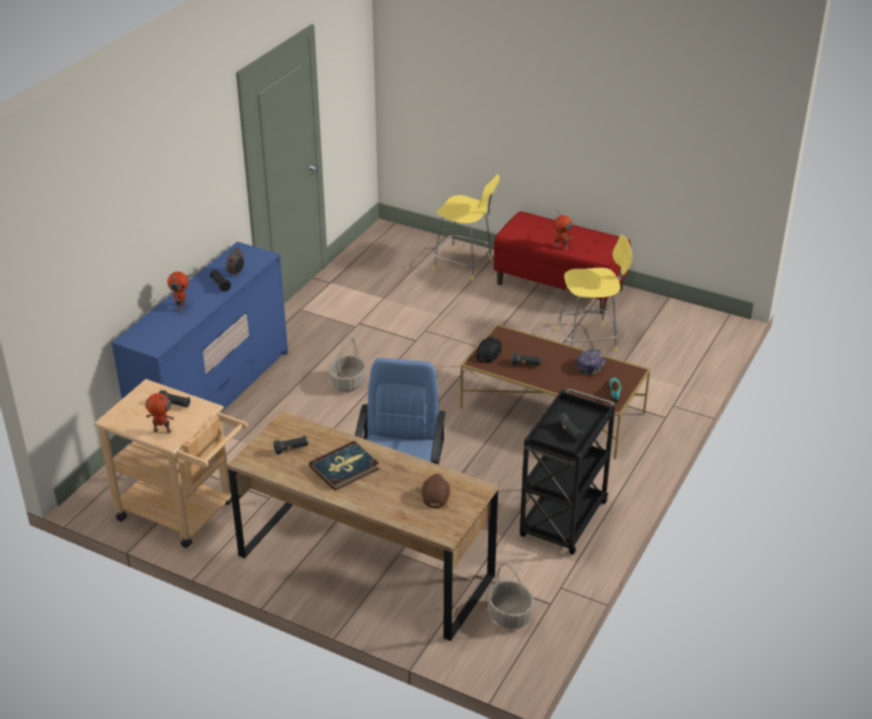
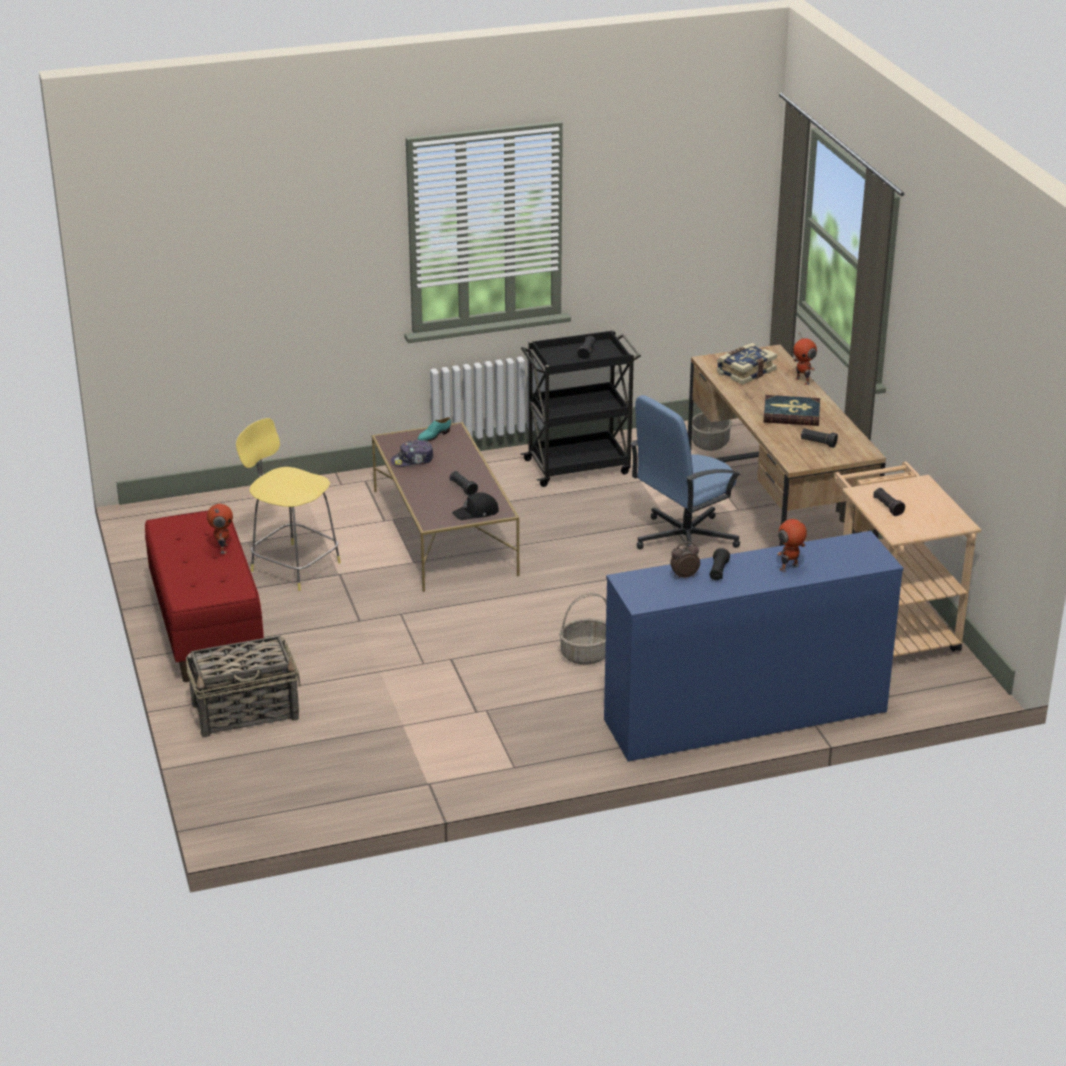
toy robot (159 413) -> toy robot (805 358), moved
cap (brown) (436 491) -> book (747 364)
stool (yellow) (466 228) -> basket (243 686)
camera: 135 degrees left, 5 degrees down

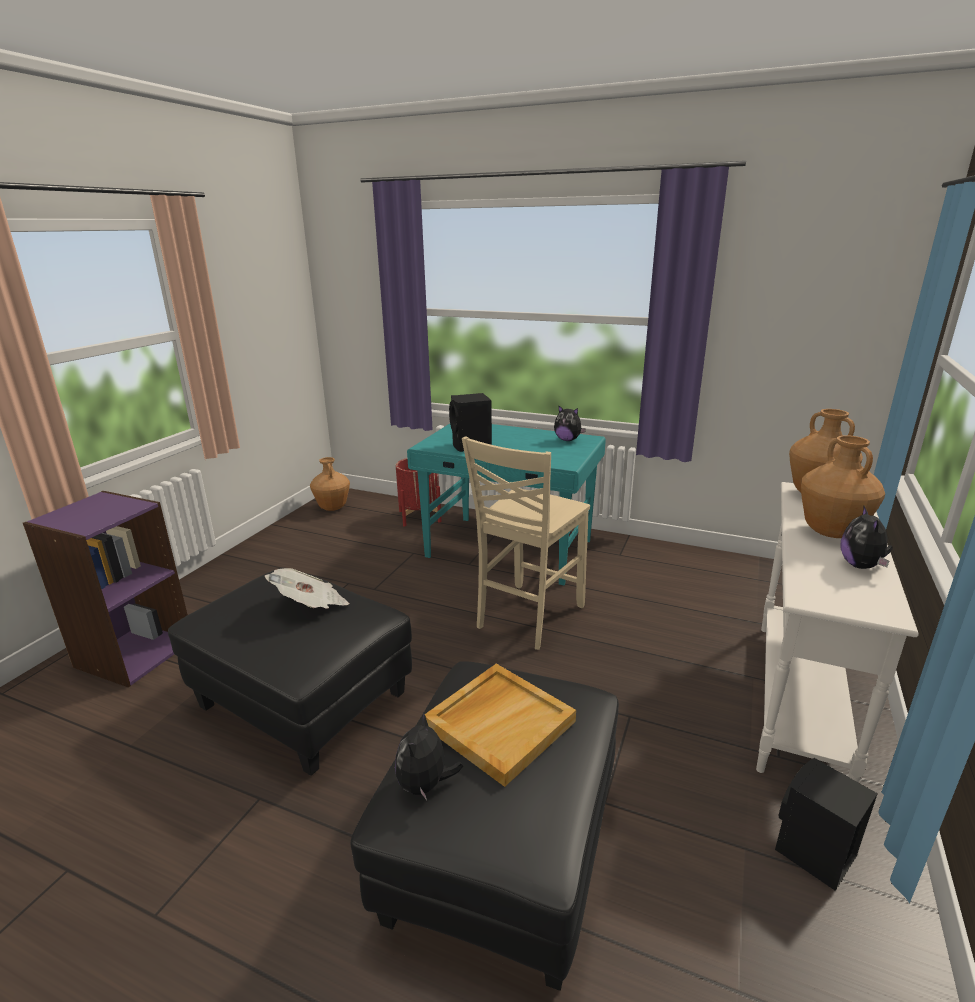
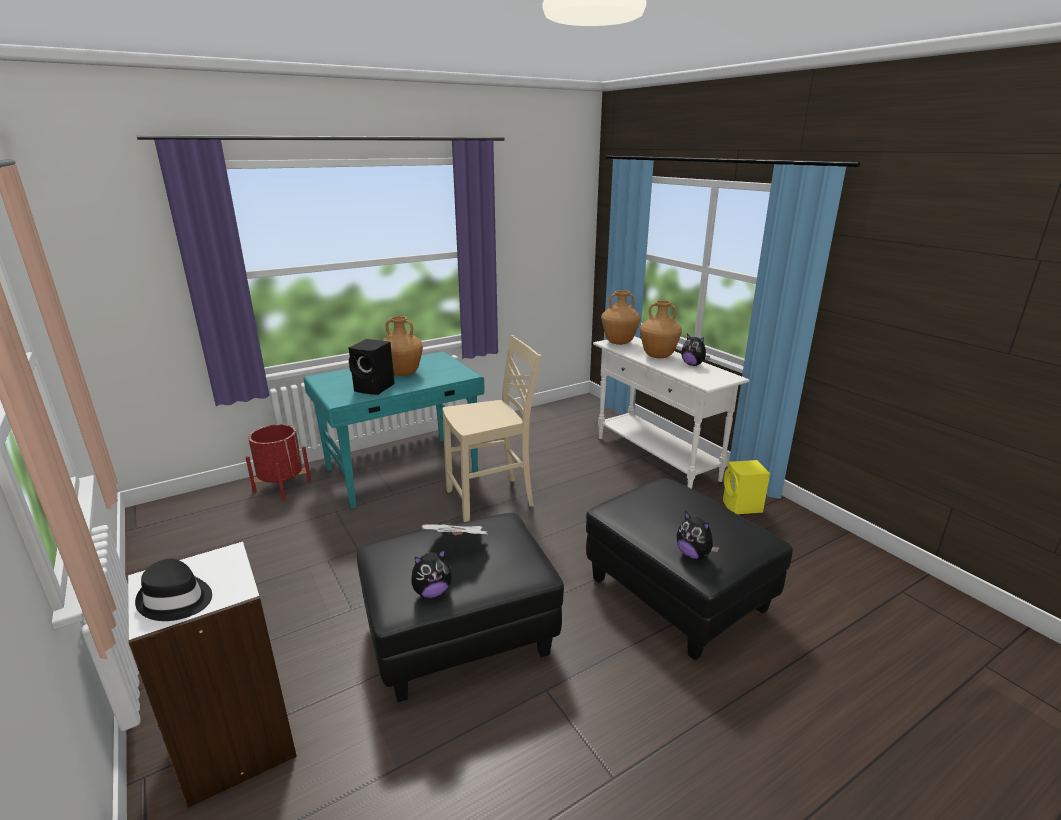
tray (beige) (500 725) -> none
none -> hat (black) (173 589)
vase (brown) (330 484) -> vase (brown) (403 346), moved
plush toy (570 423) -> plush toy (431 573), moved
bookcase (purple) (105 589) -> bookcase (white) (212 673)
speaker (black) (826 824) -> speaker (yellow) (746 487)
chair (beige) (526 543) -> chair (beige) (491 428), 90 degrees counterclockwise
camera: 55 degrees left, 0 degrees up

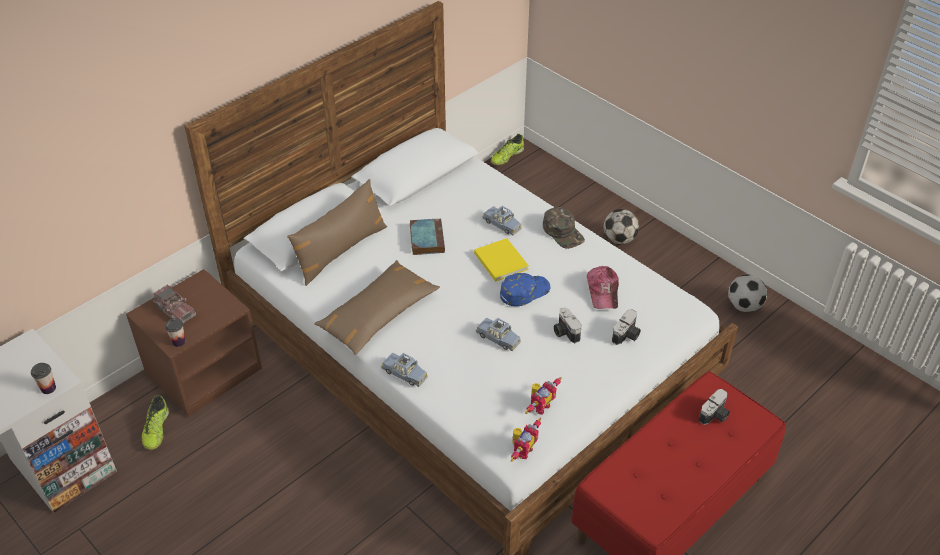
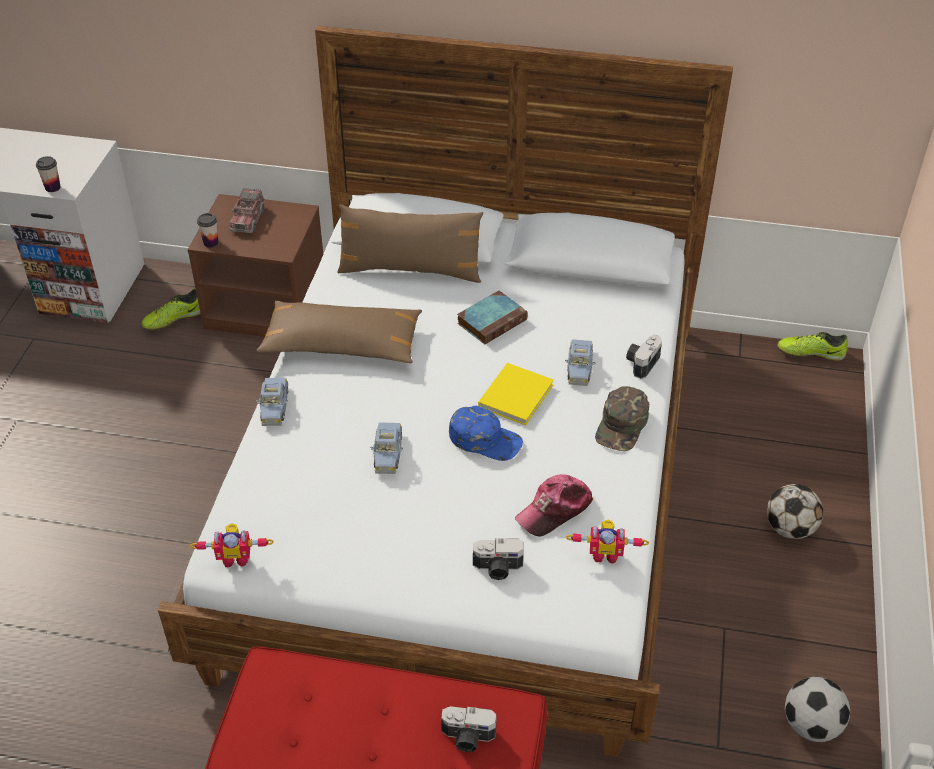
toy robot (543 395) -> toy robot (607 541), moved
photo camera (567 325) -> photo camera (644 357), moved
camera: 55 degrees right, 0 degrees up

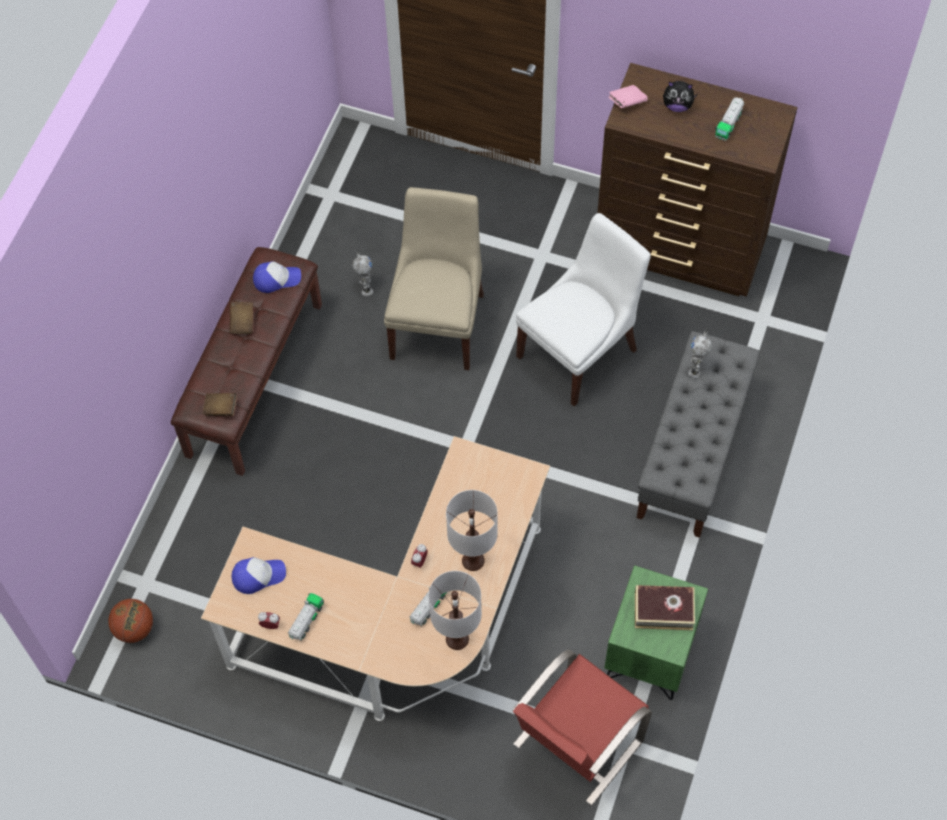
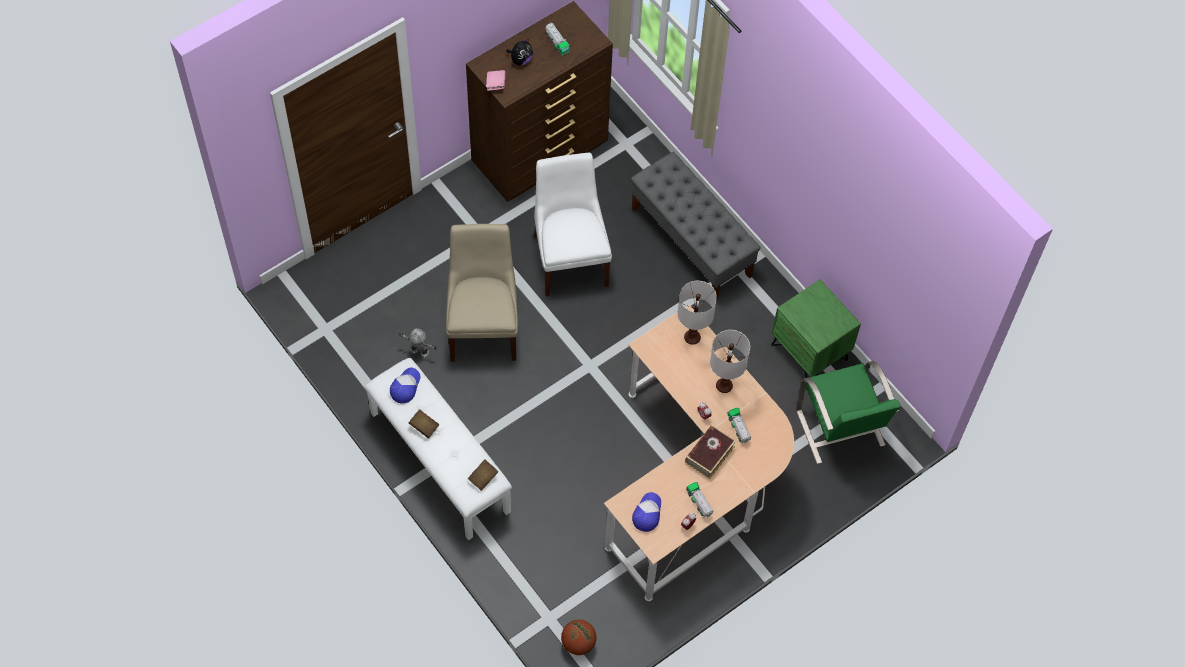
toy robot (700 352) -> none
table lamp (white) (455 610) -> table lamp (white) (697 313), moved
book (665 607) -> book (710 452), moved
bench (brown) (246 361) -> bench (white) (438 449)
chair (red) (582 727) -> chair (green) (848 412)
chair (beige) (434 278) -> chair (beige) (482 293), 45 degrees clockwise
camera: 60 degrees left, 0 degrees up

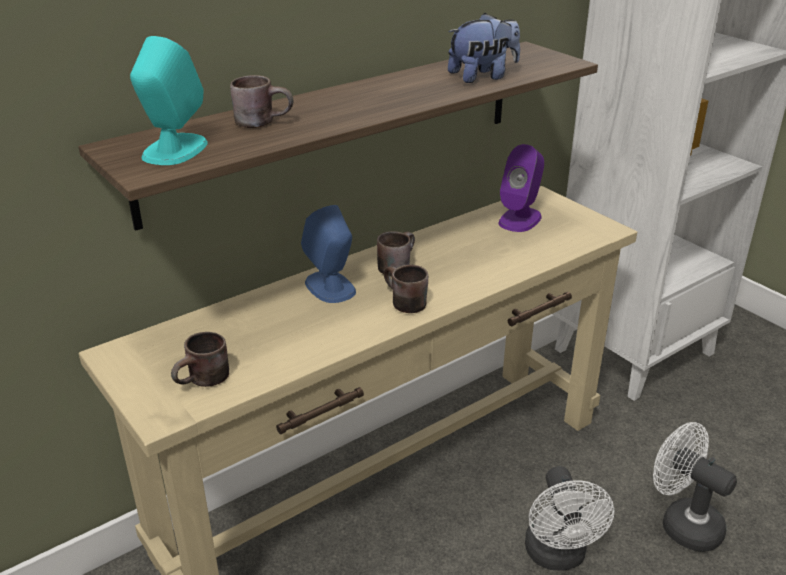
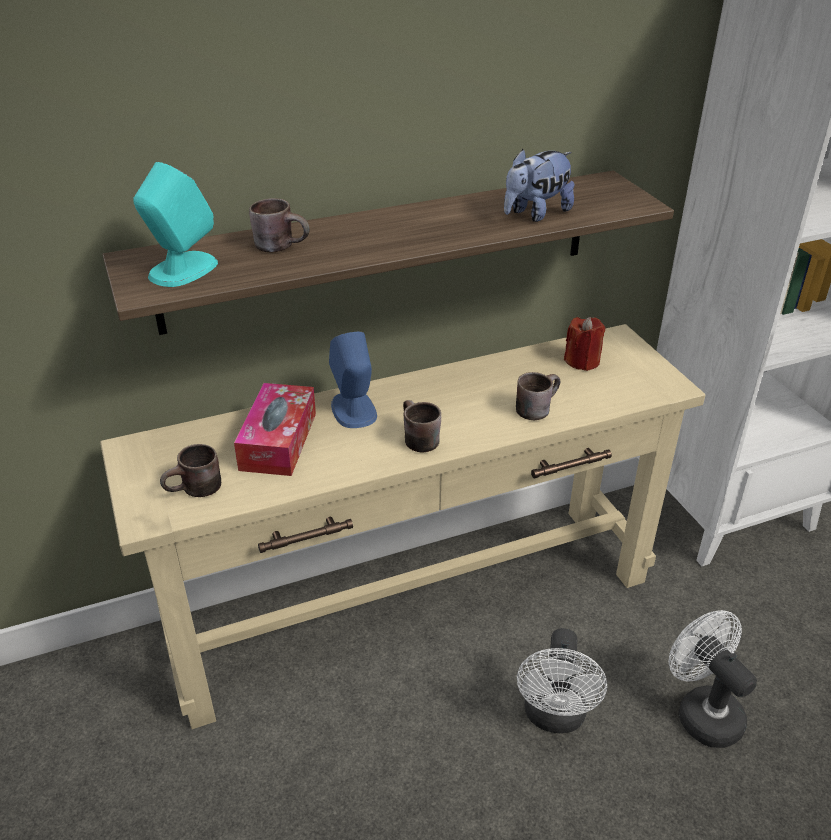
none -> tissue box (275 429)
mug (brown) (396 253) -> mug (brown) (538 396), moved
speaker (purple) (521 188) -> candle (red) (584 344)
plush toy (484 48) -> plush toy (539 185), 150 degrees clockwise
camera: 15 degrees right, 5 degrees up

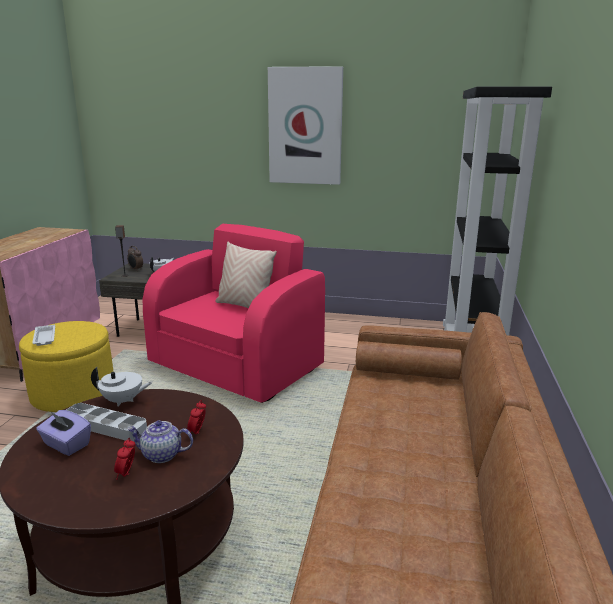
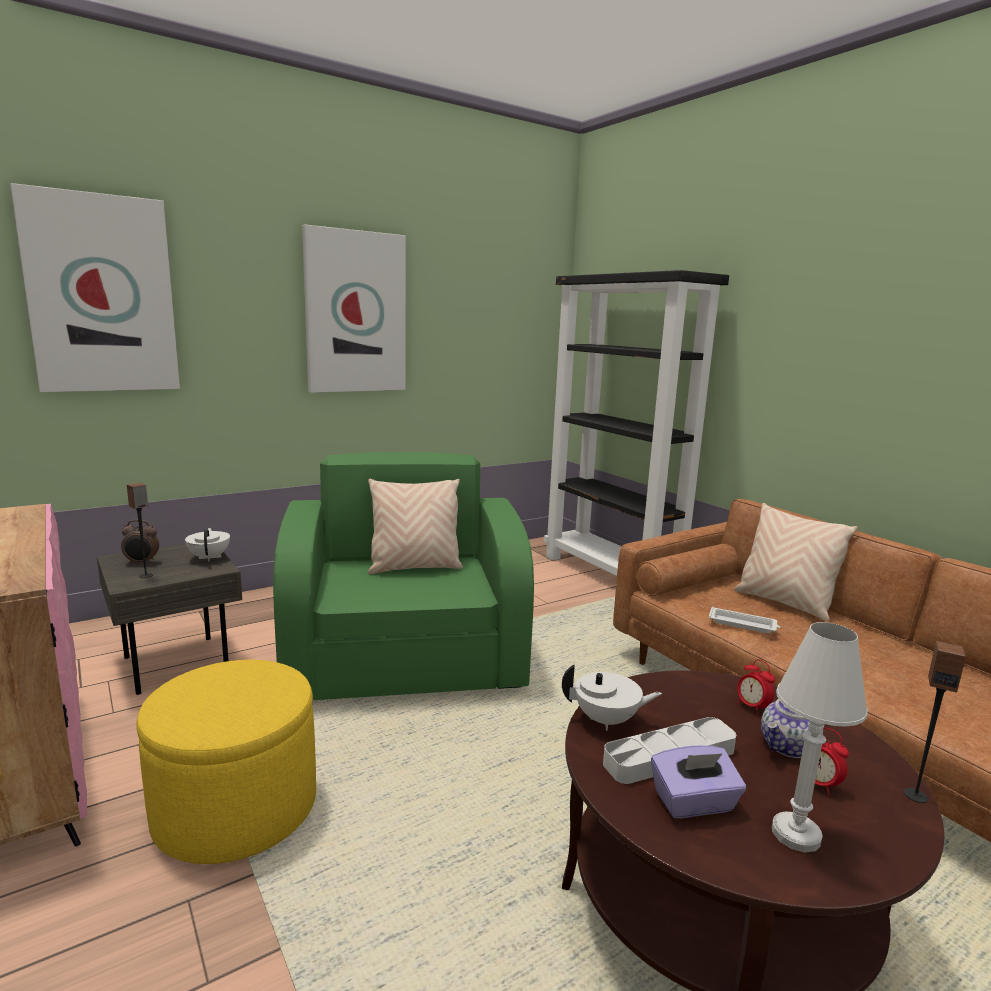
none -> picture (95 287)
none -> pillow (beige) (795 562)
none -> table lamp (white) (820 737)
none -> speaker (935 722)
tray (white) (43 335) -> tray (white) (744 620), moved
armchair (pink) (234 313) -> armchair (green) (403 576)
teapot (white) (121 387) -> teapot (white) (612 697), 45 degrees clockwise
camera: 45 degrees left, 5 degrees down

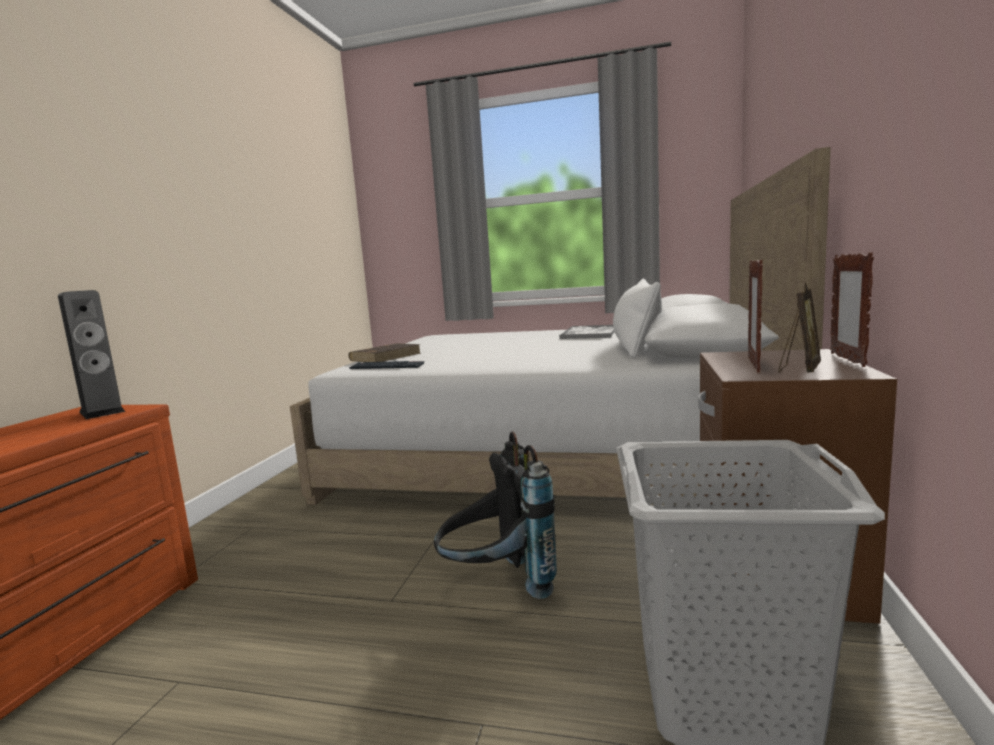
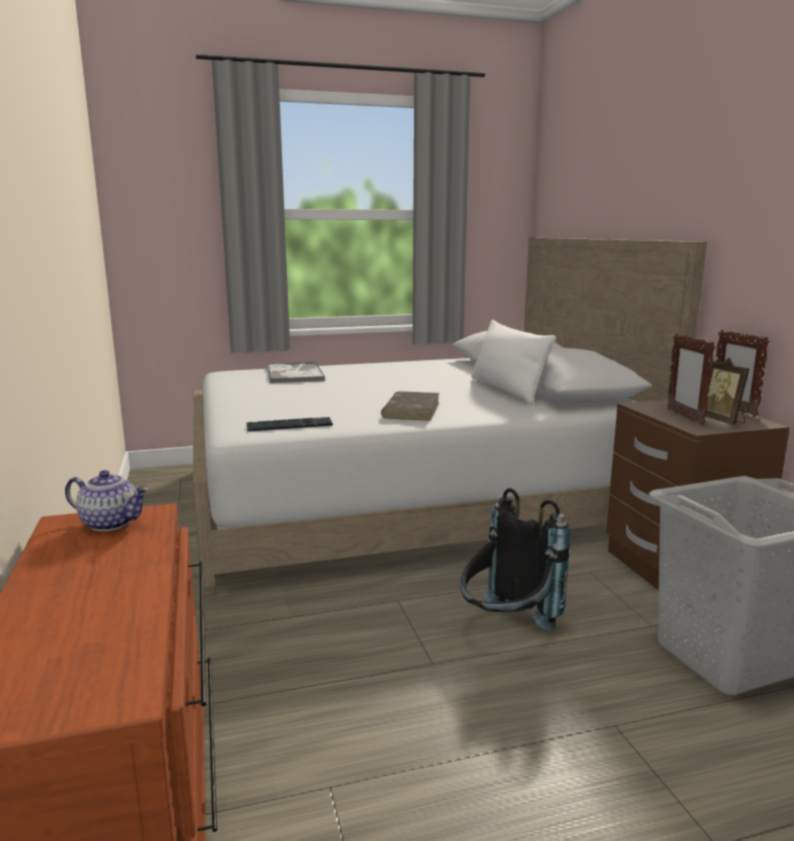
book (brown) (384 352) -> book (brown) (410 406), moved
tray (586 332) -> tray (296 372), moved
speaker (91 354) -> teapot (107 500)
picture frame (799 327) -> picture frame (726 391), 150 degrees clockwise
camera: 30 degrees left, 5 degrees up

